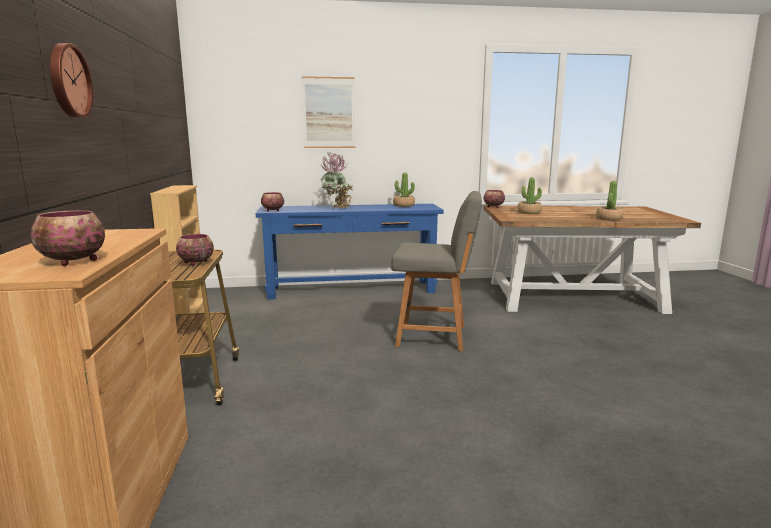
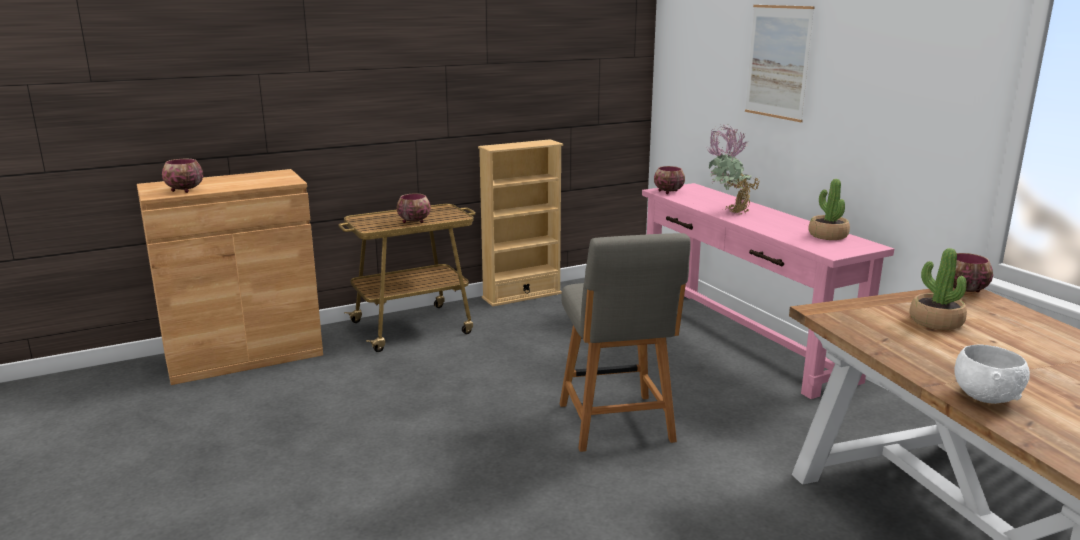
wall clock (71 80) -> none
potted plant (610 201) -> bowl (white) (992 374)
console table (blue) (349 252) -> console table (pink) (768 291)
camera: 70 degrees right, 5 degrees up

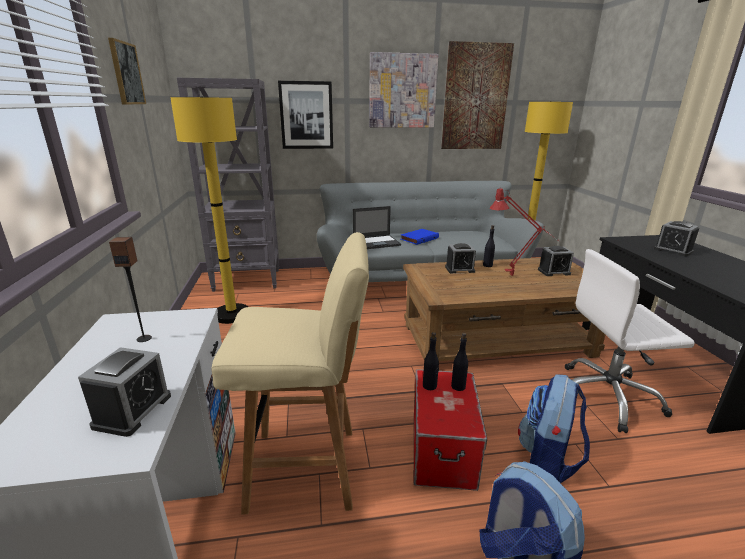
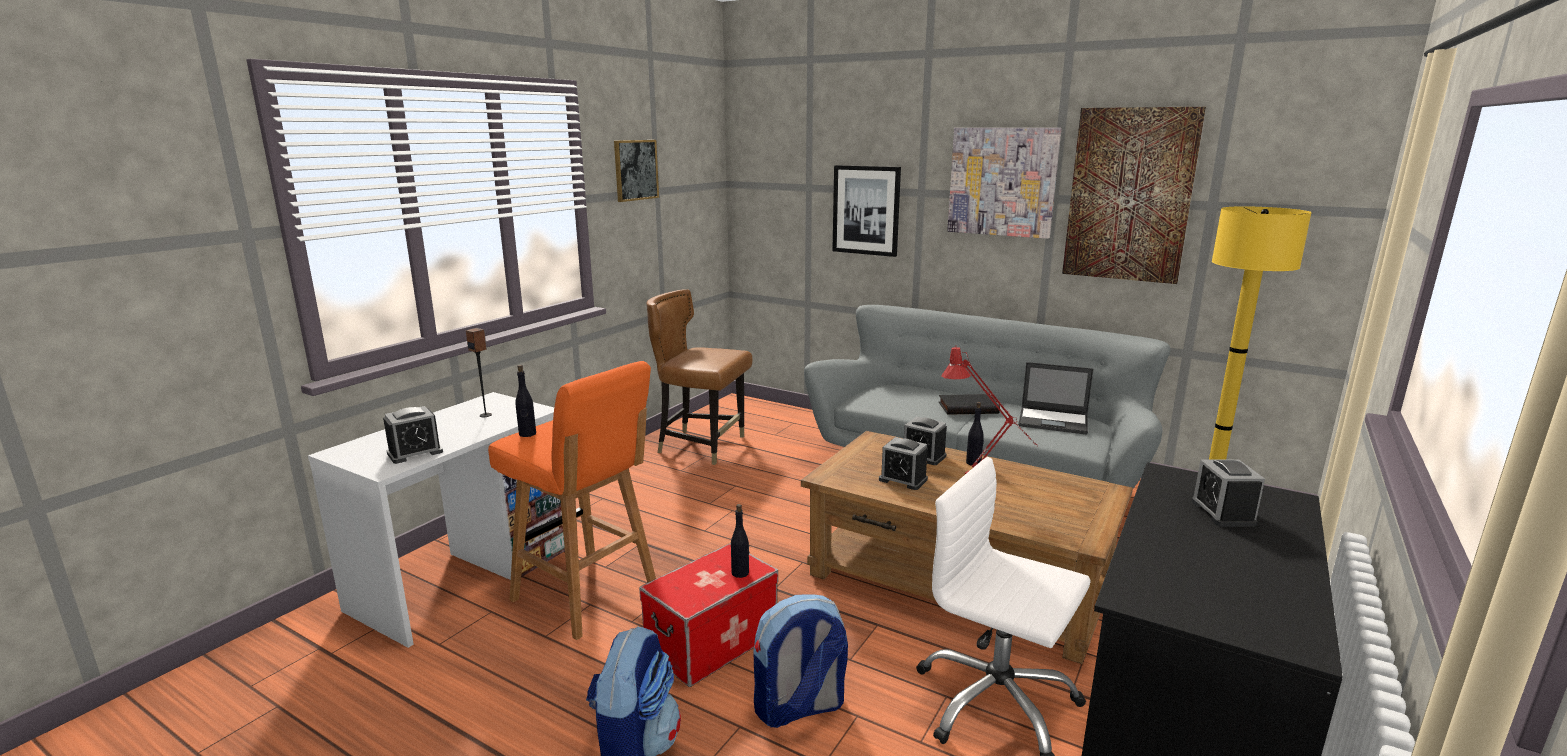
bookcase (grey) (228 185) -> none
laptop (377 227) -> laptop (1055 398), moved
bottle (black) (431 361) -> bottle (black) (525 401), moved
alarm clock (556 261) -> alarm clock (903 463), moved
floor lamp (yellow) (209 210) -> chair (brown) (699 377)
stool (beige) (290 373) -> stool (orange) (572 500)
book (blue) (420 237) -> book (black) (969 404)
camera: 40 degrees right, 5 degrees down

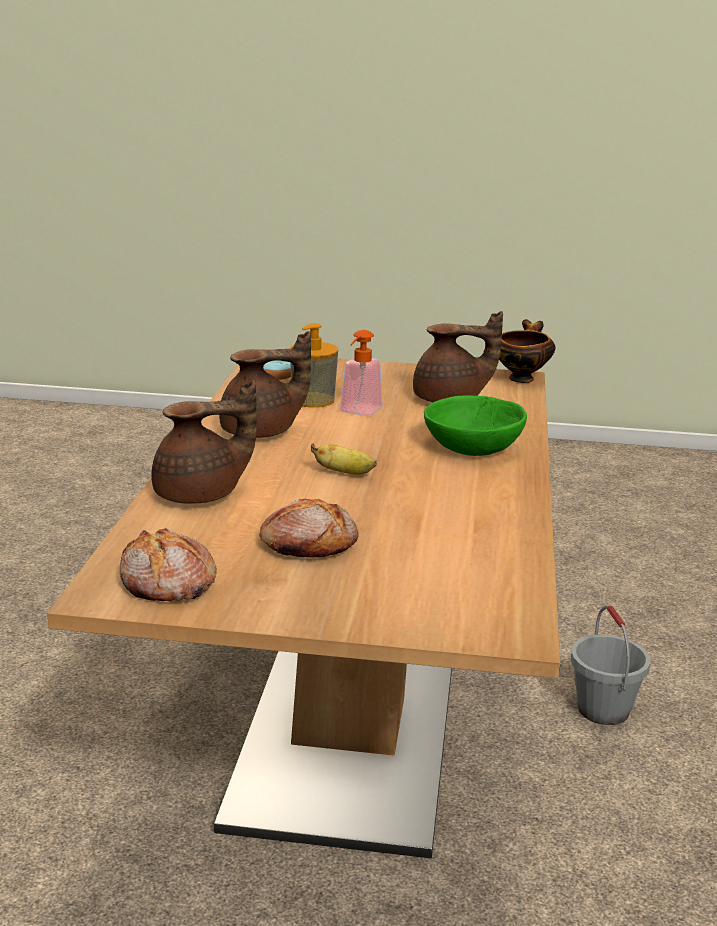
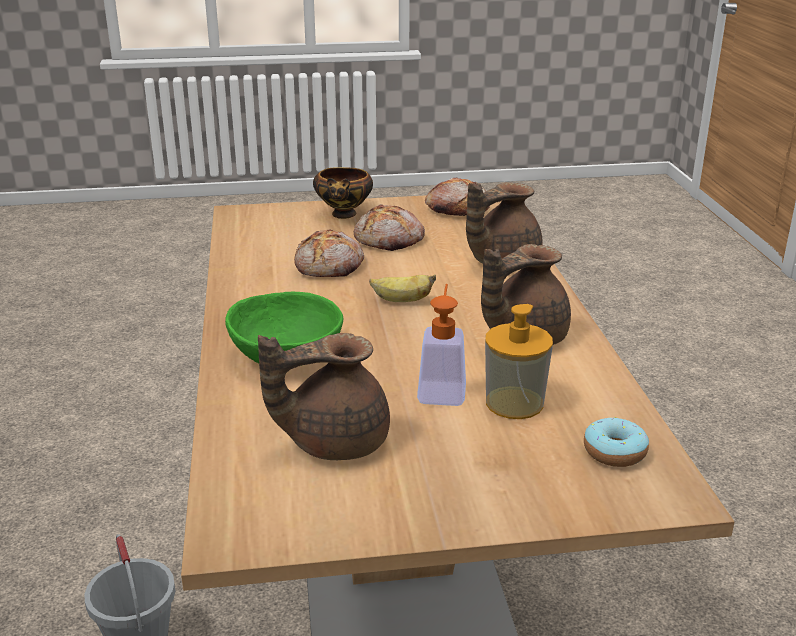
none -> bread (329 253)
bowl (527 351) -> bowl (343 193), moved
camera: 165 degrees right, 5 degrees up

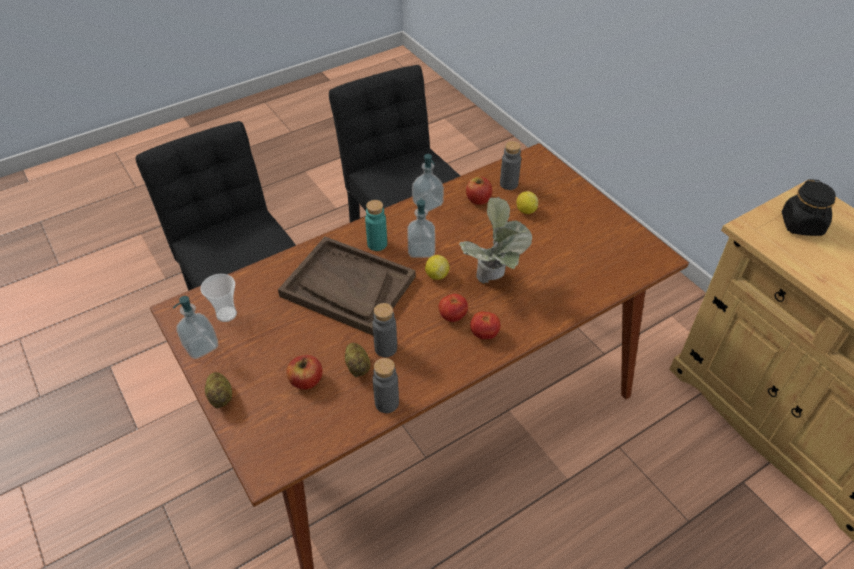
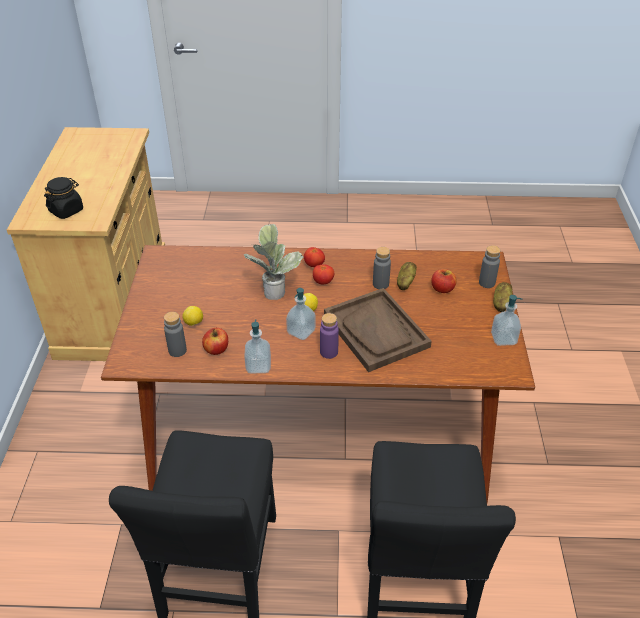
cup (219 298) -> none
bottle (grey) (386 385) -> bottle (grey) (490 266), moved
bottle (turquoise) (376 225) -> bottle (purple) (329 336)
camera: 145 degrees left, 5 degrees down

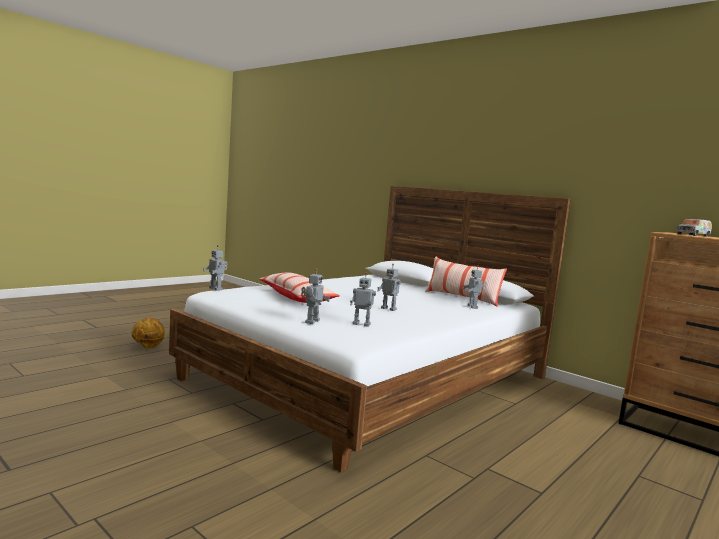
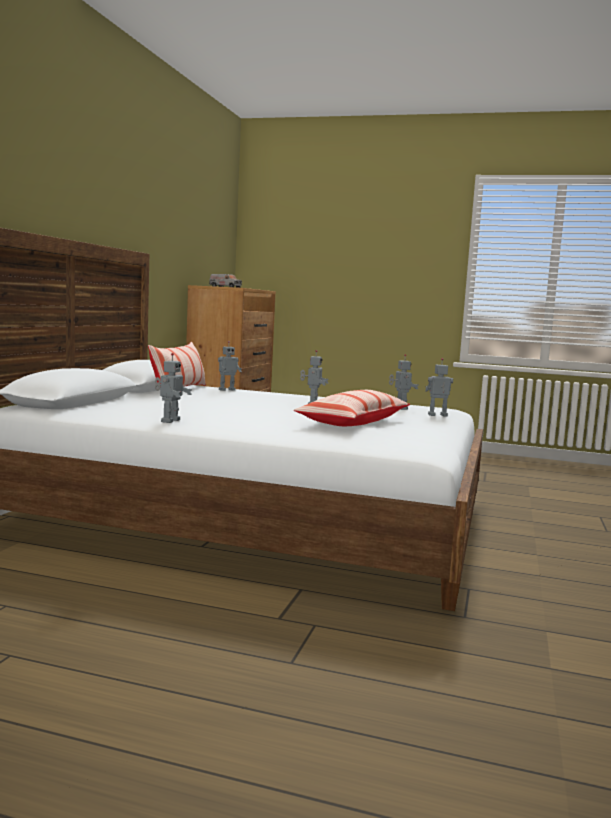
basketball (148 332) -> none
toy robot (215 268) -> toy robot (173 388), moved
camera: 115 degrees left, 0 degrees up

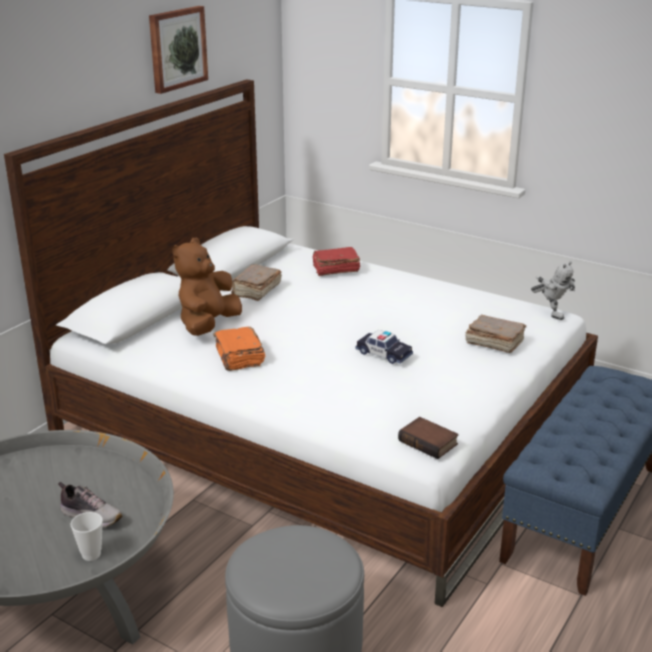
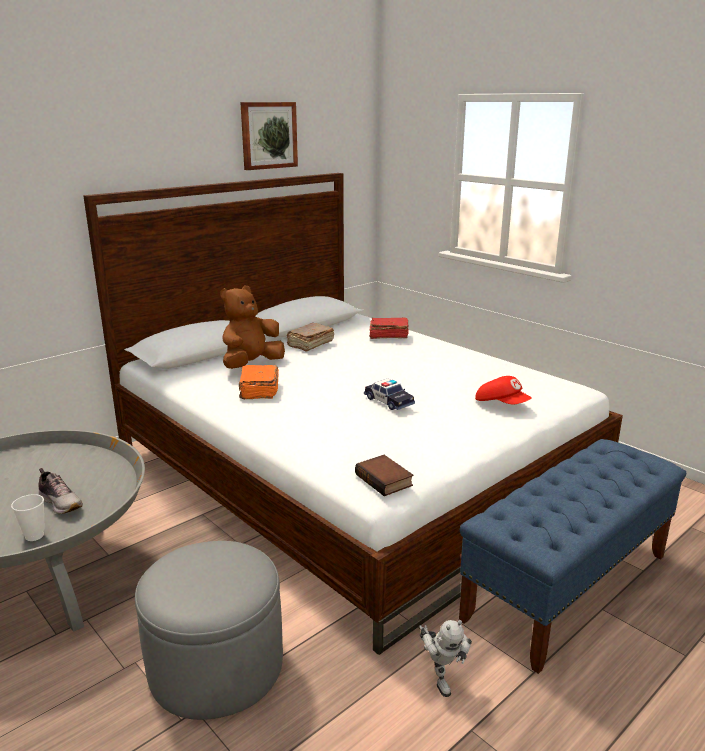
toy robot (553 290) -> toy robot (445 658), moved
book (brown) (496 334) -> cap (red) (503 390)
camera: 15 degrees right, 5 degrees down

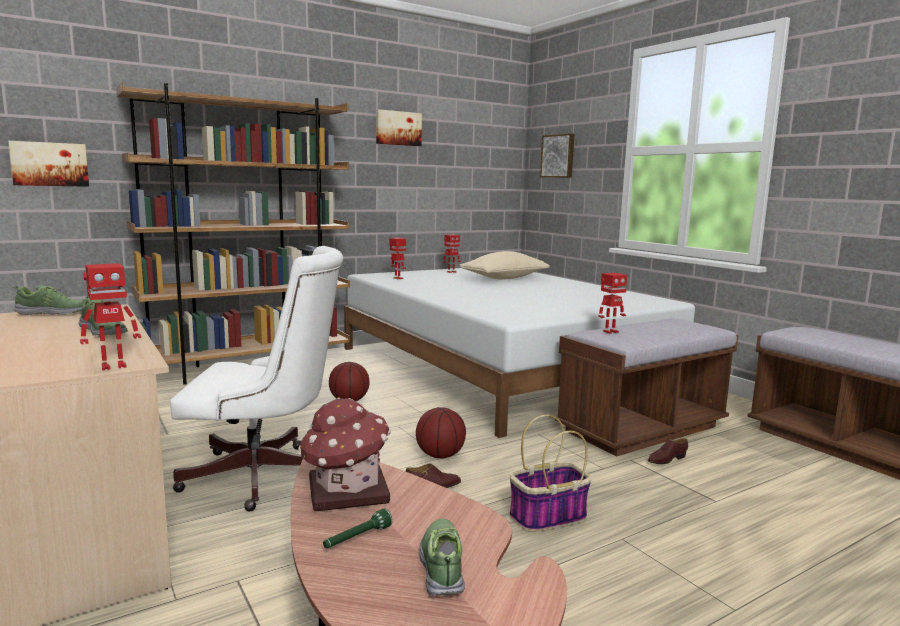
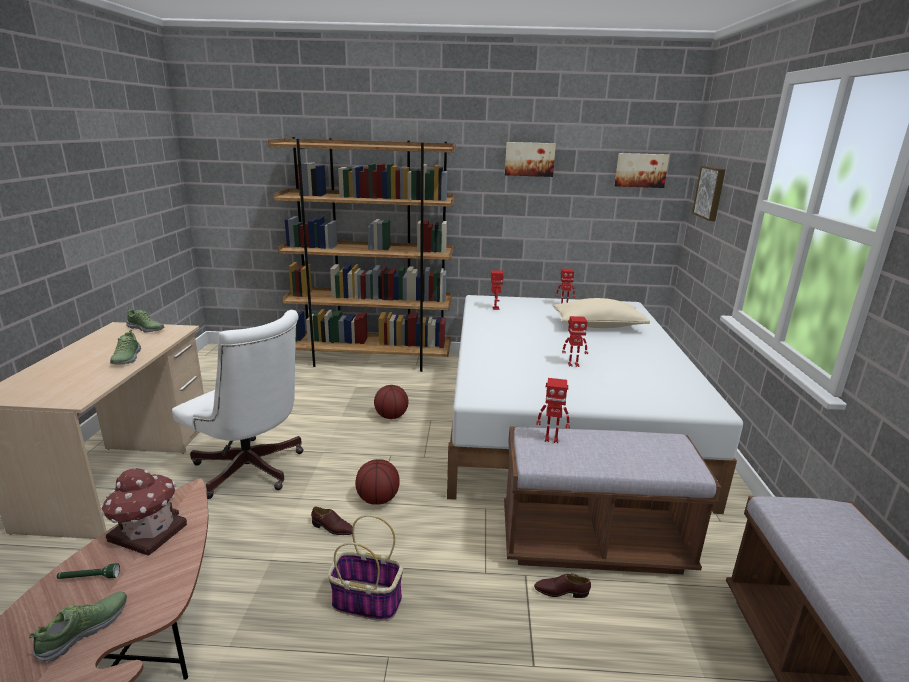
picture (48 164) -> picture (642 170), moved
toy robot (110 316) -> toy robot (575 341), moved
camera: 35 degrees right, 10 degrees up

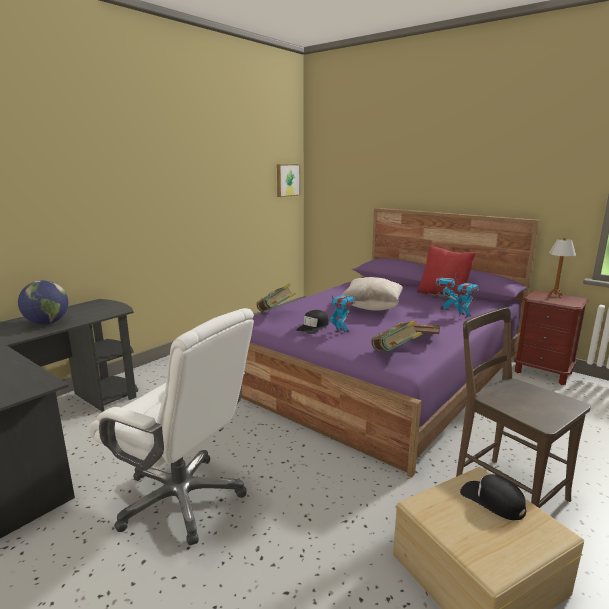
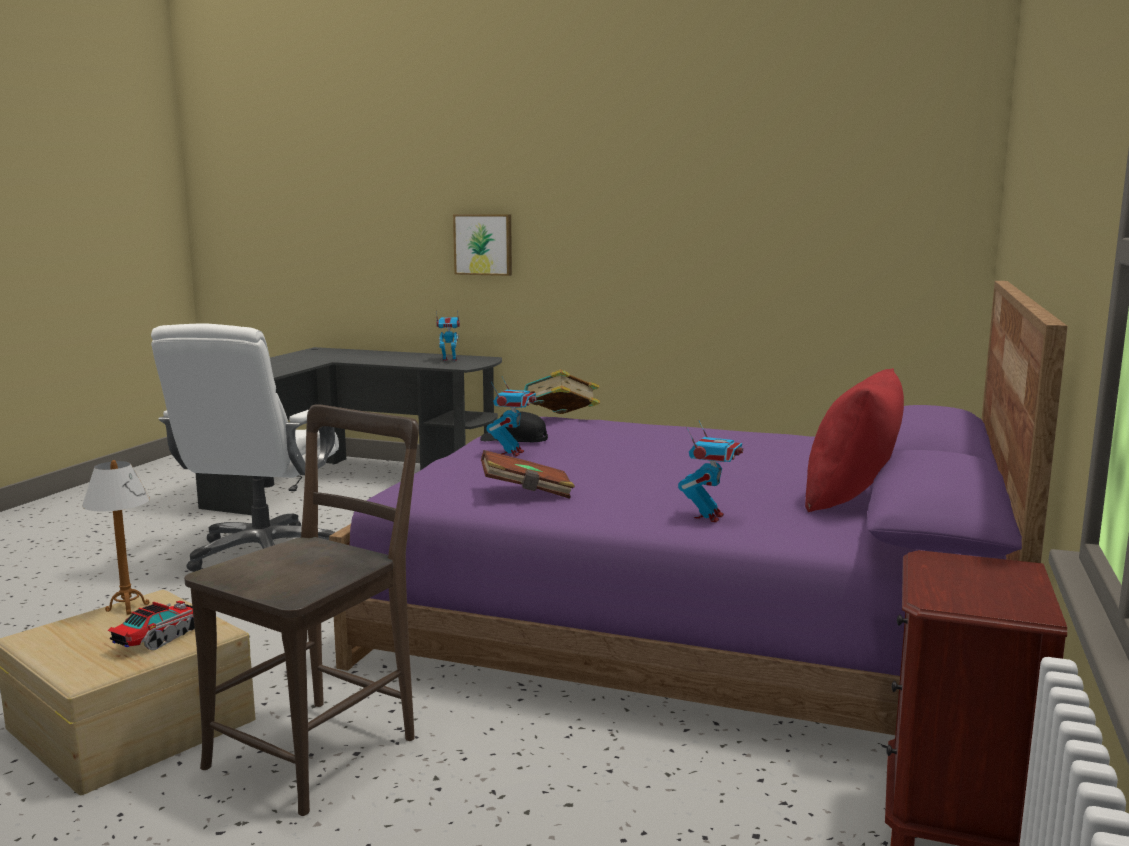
globe (43 302) -> none
pillow (beige) (372 294) -> none
book (396 335) -> none
picture (288 180) -> picture (482 245), moved
toy robot (446 292) -> toy robot (448 336), moved
table lamp (561 267) -> table lamp (116 537), moved
cap (black) (493 497) -> toy truck (151 625)
camera: 70 degrees right, 5 degrees down

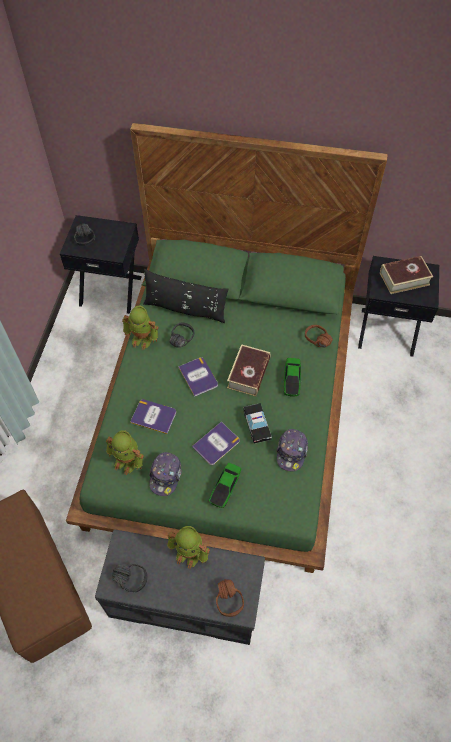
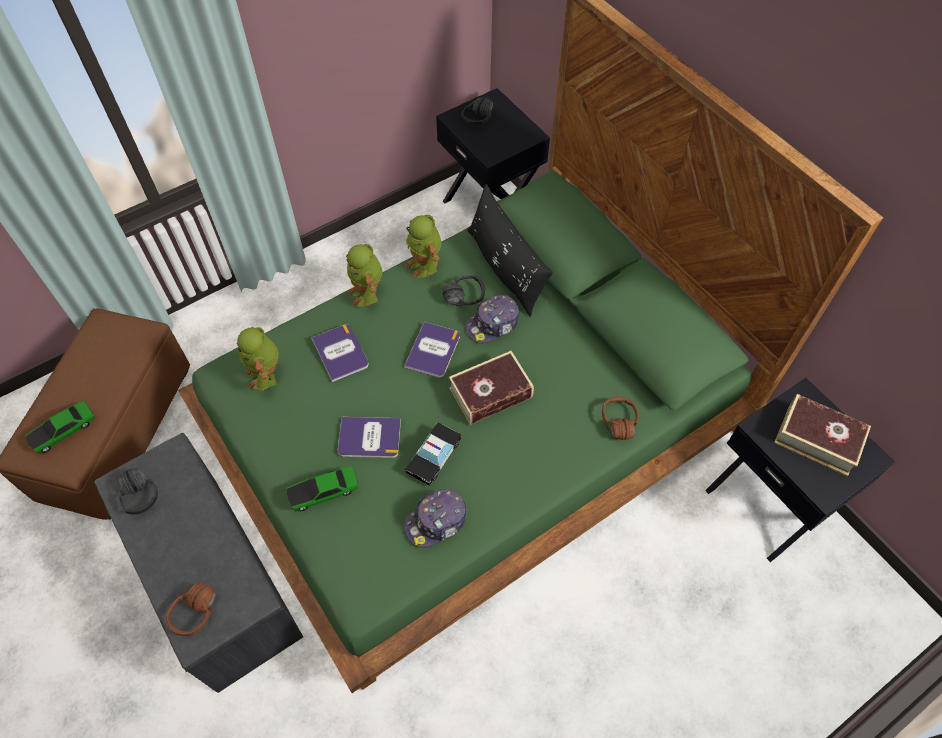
cap (165 474) -> cap (492 319), moved
toy robot (188 547) -> toy robot (364 276), moved
toy car (292 377) -> toy car (59 427), moved
camera: 45 degrees right, 0 degrees up

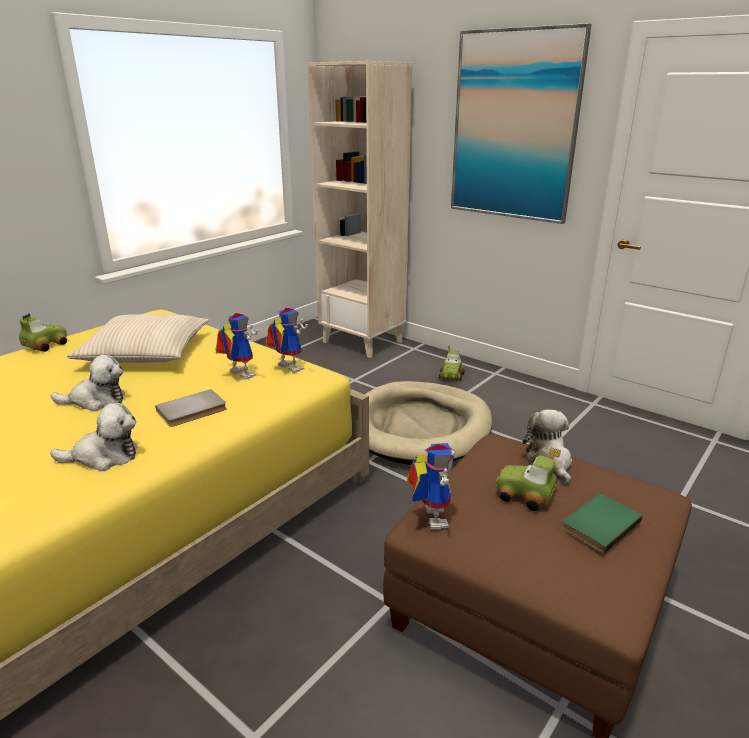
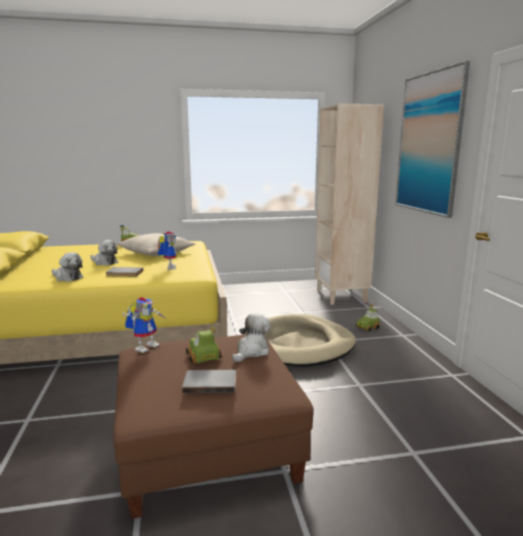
toy robot (287 340) -> none
book (green) (602 524) -> book (grey) (209 381)
camera: 40 degrees right, 10 degrees down

